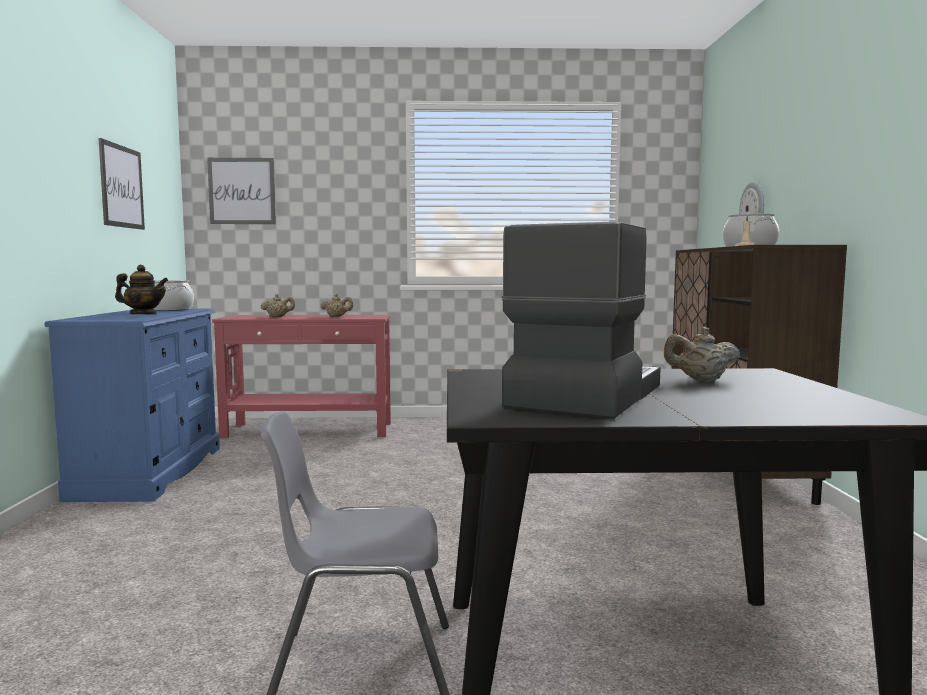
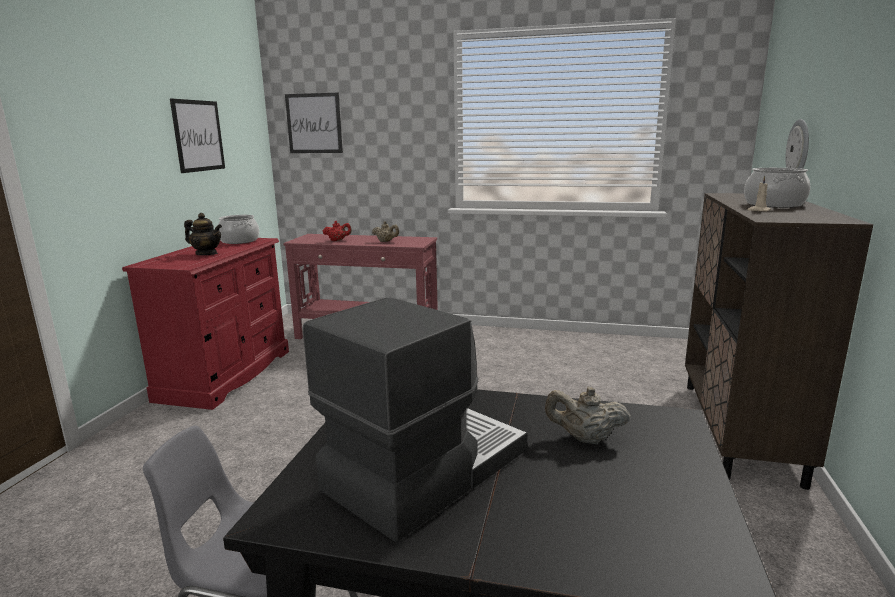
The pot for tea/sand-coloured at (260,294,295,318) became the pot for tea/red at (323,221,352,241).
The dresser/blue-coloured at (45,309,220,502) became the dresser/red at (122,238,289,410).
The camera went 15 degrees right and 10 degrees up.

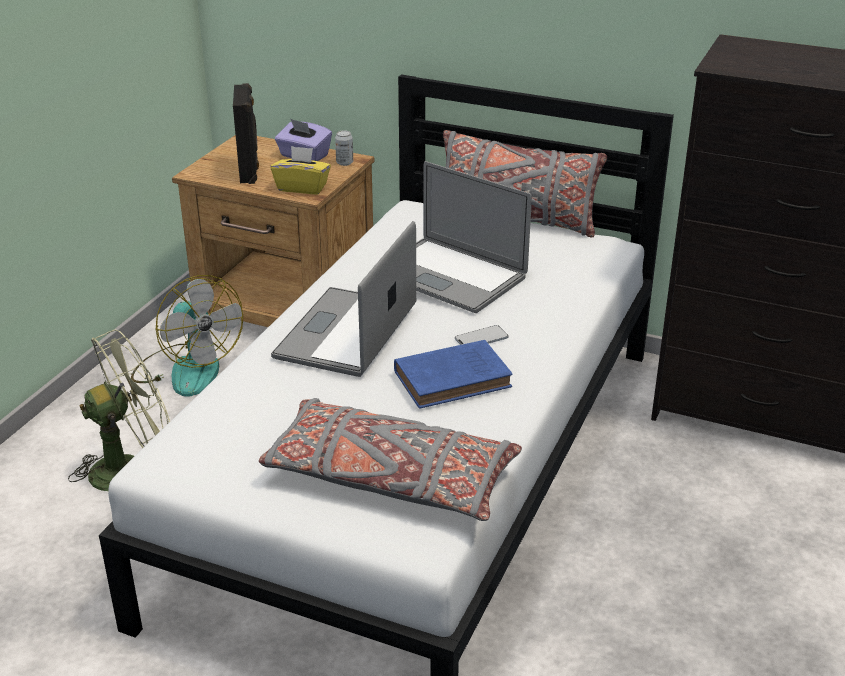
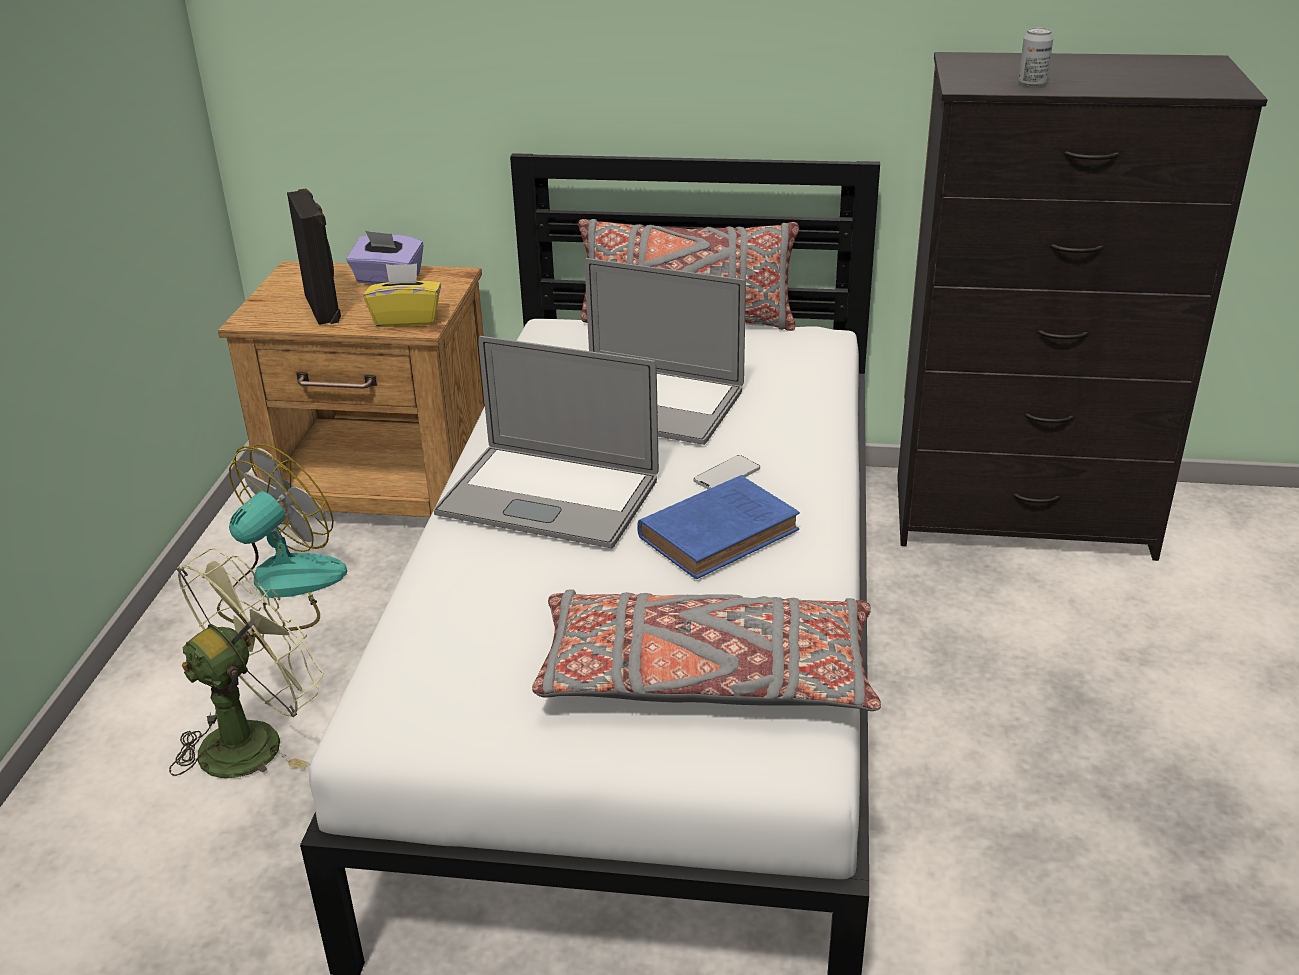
The can moved from (335,131,353,166) to (1018,28,1053,87).
The portable computer at (271,221,416,377) turned 75 degrees counterclockwise.
The fan at (131,275,243,397) turned 90 degrees counterclockwise.
The camera went 15 degrees left and 0 degrees up.

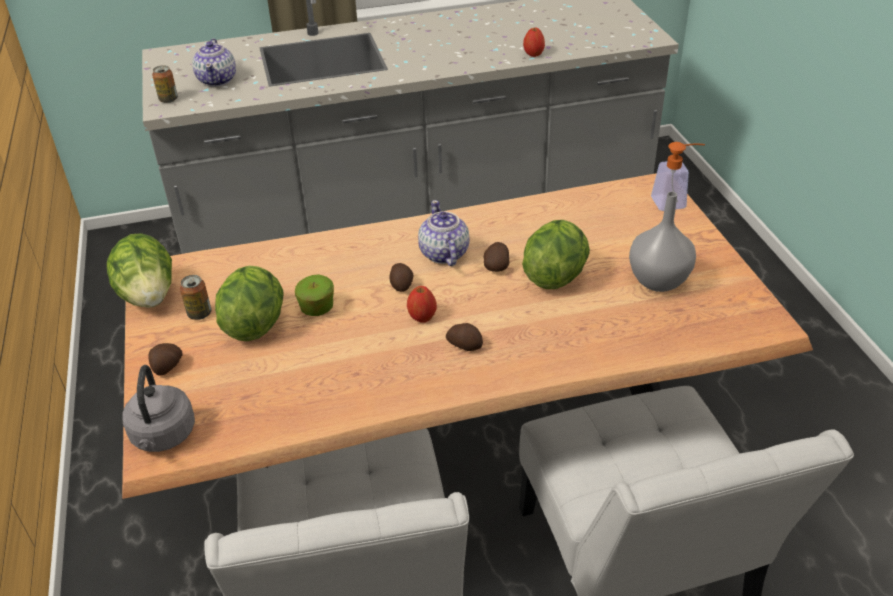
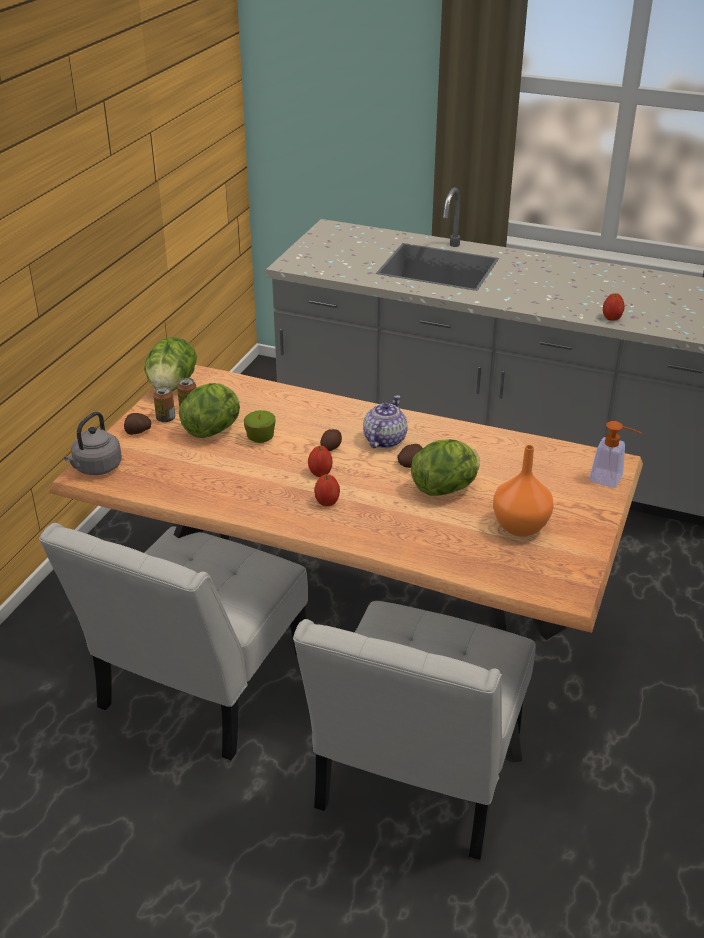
The pot for tea at (192,38,236,87) disappeared.
The can moved from (152,65,178,103) to (153,386,175,423).
The flower vase/grey at (629,192,696,292) became the flower vase/orange at (493,445,553,537).
The whole potato at (446,323,483,351) was replaced by the apple fruit at (314,474,340,506).
The camera went 35 degrees right and 5 degrees down.

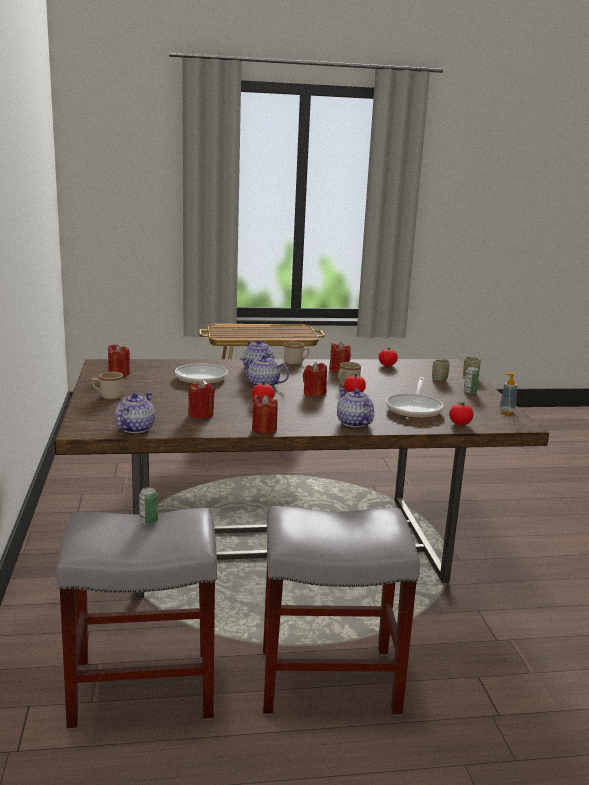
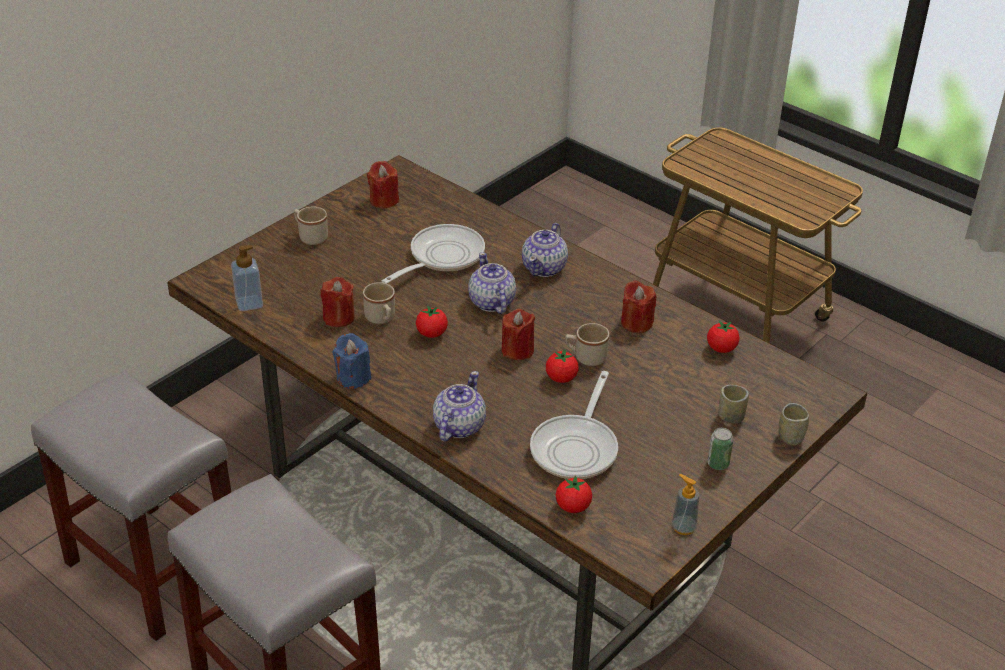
The tea mug/sand-coloured moved from (284,341,310,364) to (363,282,395,324).
The pan at (386,377,444,418) turned 45 degrees counterclockwise.
The pot for tea at (115,392,155,433) was replaced by the soap dispenser at (231,245,263,311).
The wax light/red at (252,395,278,434) became the wax light/blue-coloured at (333,333,371,389).
The can at (139,487,158,525) disappeared.
The camera went 50 degrees right and 20 degrees up.

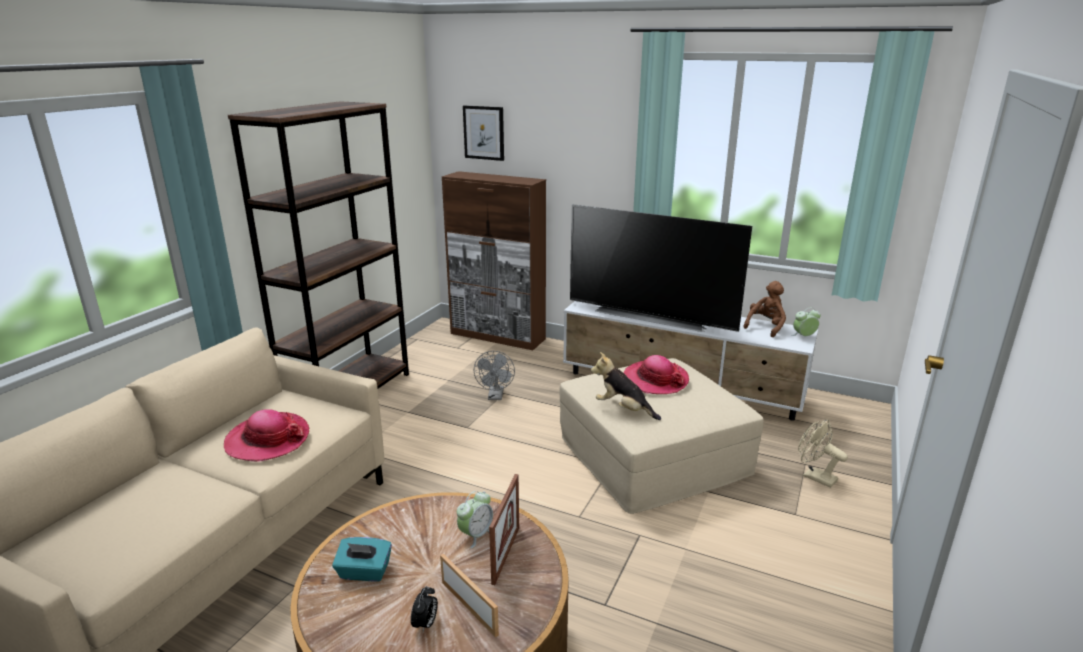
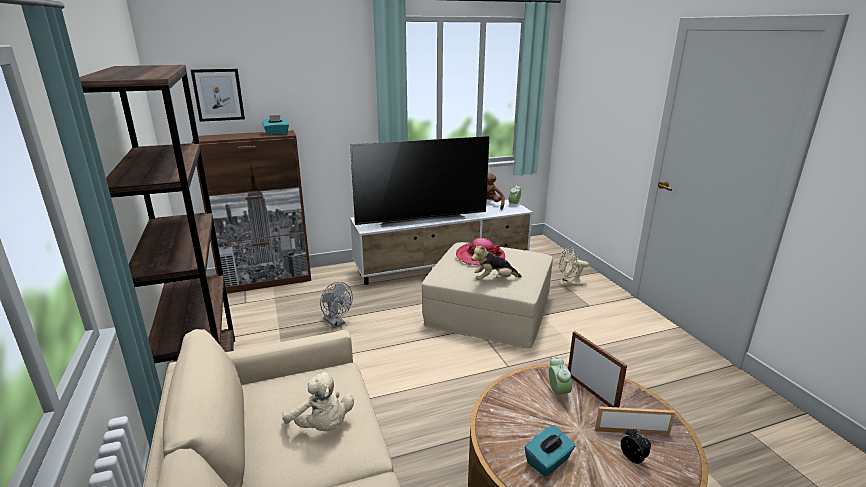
The wearable hat at (224,409,309,462) was replaced by the cuddly toy/sand-coloured at (282,371,354,431).
The tissue holder/turquoise at (262,115,289,135) appeared.
The camera went 45 degrees left and 0 degrees up.

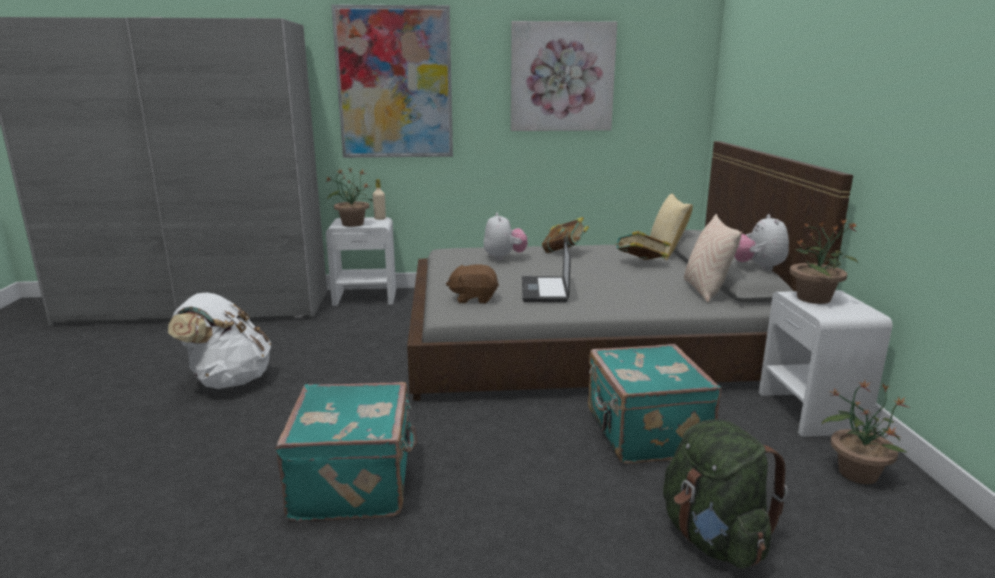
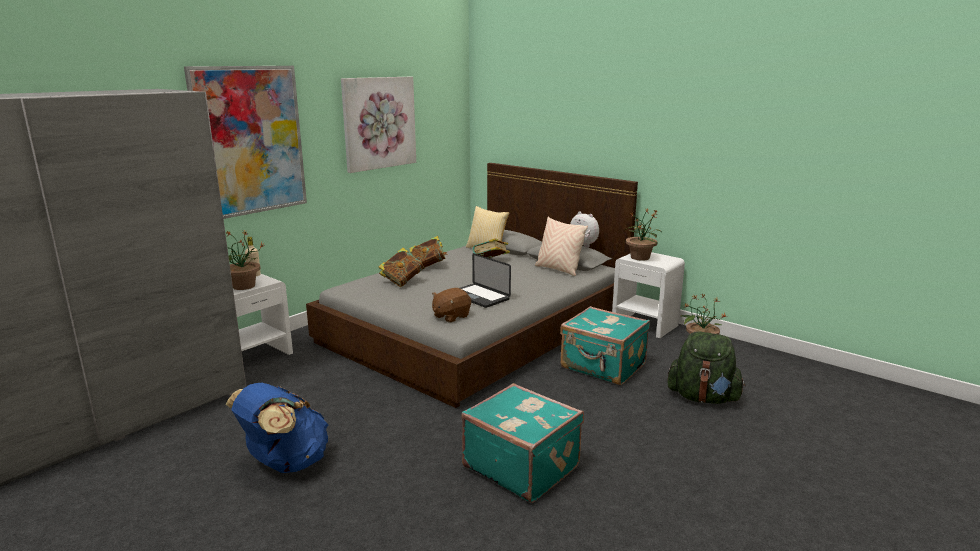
The cuddly toy at (483,213,528,260) was replaced by the volume at (378,248,423,287).
The backpack/white-coloured at (168,293,271,389) became the backpack/blue-coloured at (226,383,328,473).
The camera went 45 degrees left and 0 degrees up.

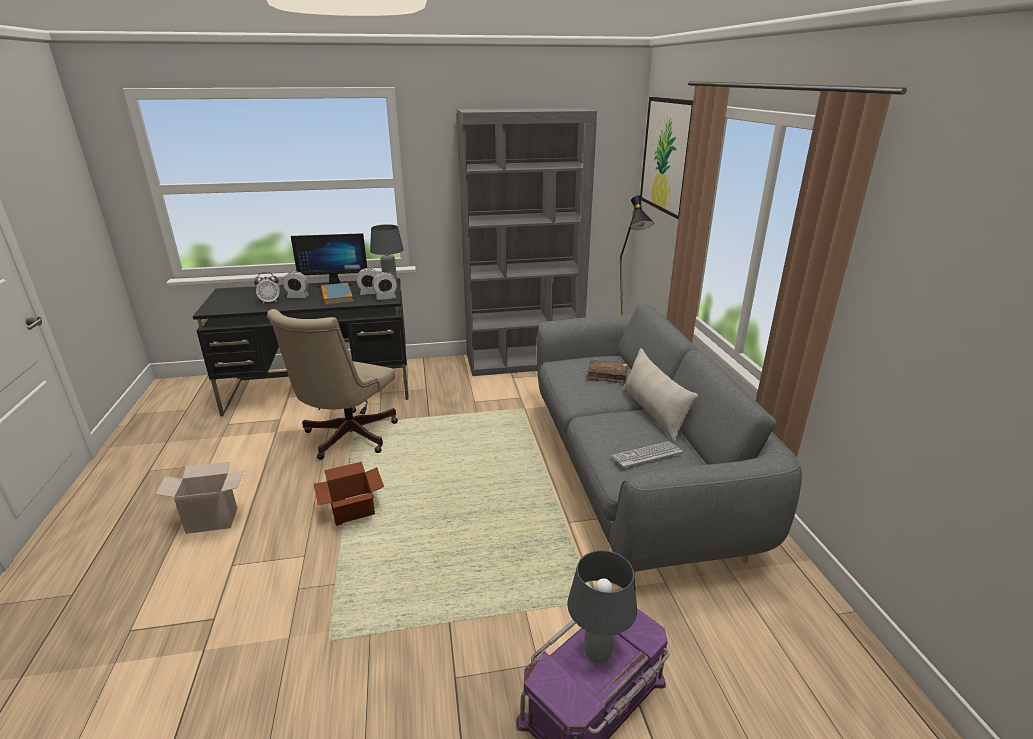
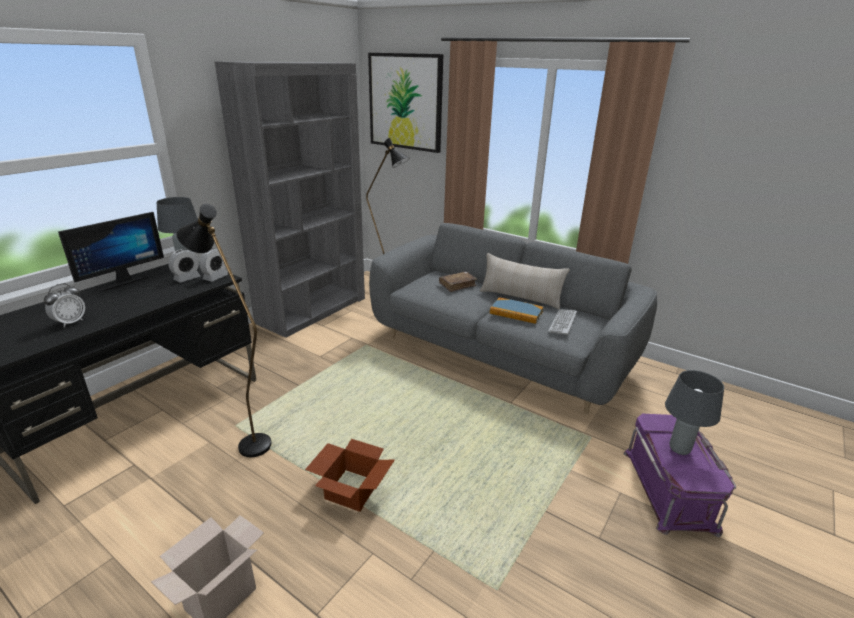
The bedside clock at (283,271,309,298) disappeared.
The volume moved from (321,283,353,305) to (490,297,543,324).
The office chair/sand-coloured at (267,309,398,460) was replaced by the standard lamp/black at (176,204,271,457).
The camera went 45 degrees left and 0 degrees up.

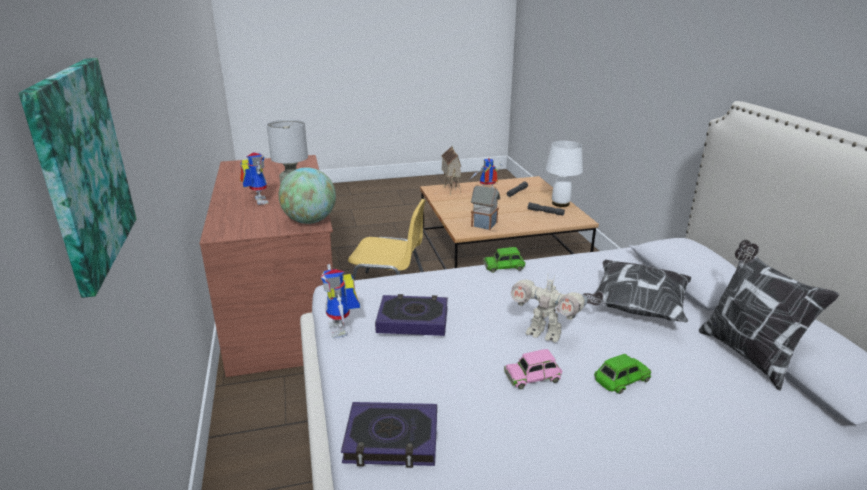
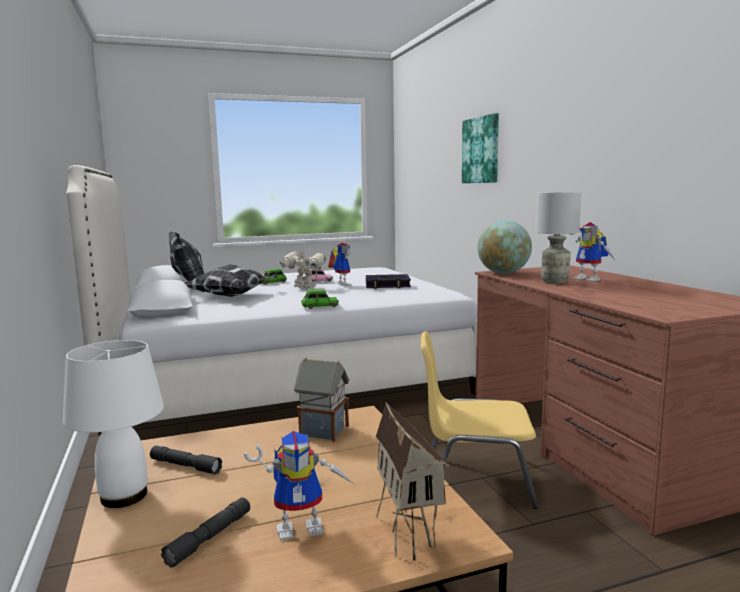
The model robot moved from (321,264,360,338) to (328,243,351,286).
The volume at (341,402,437,468) disappeared.
The camera went 175 degrees right and 15 degrees down.

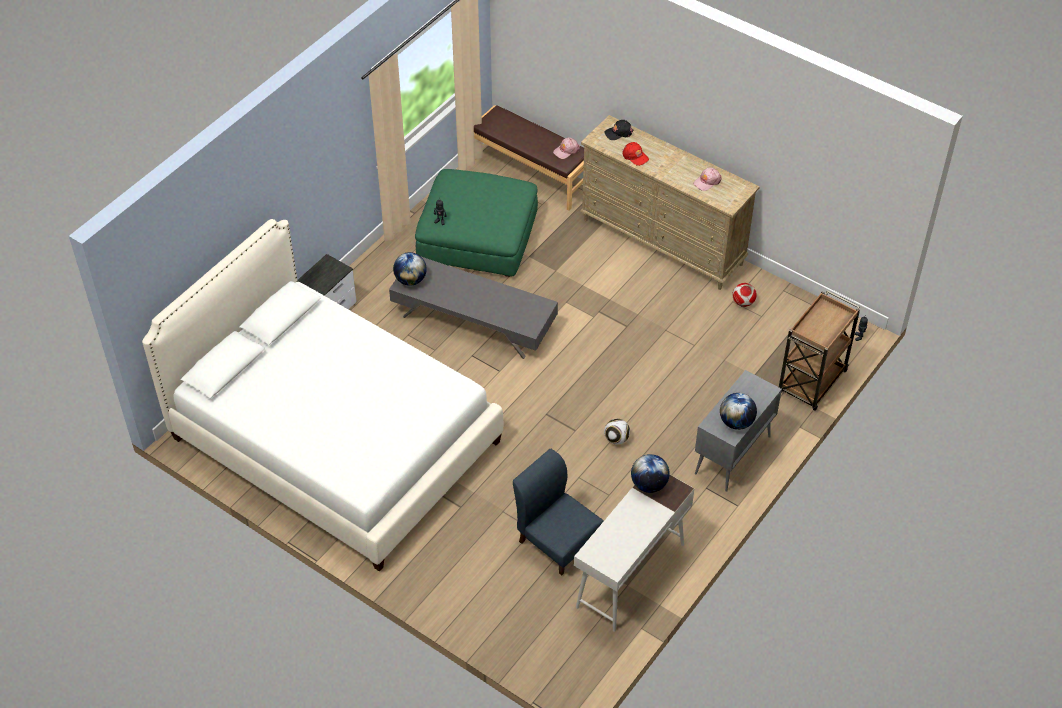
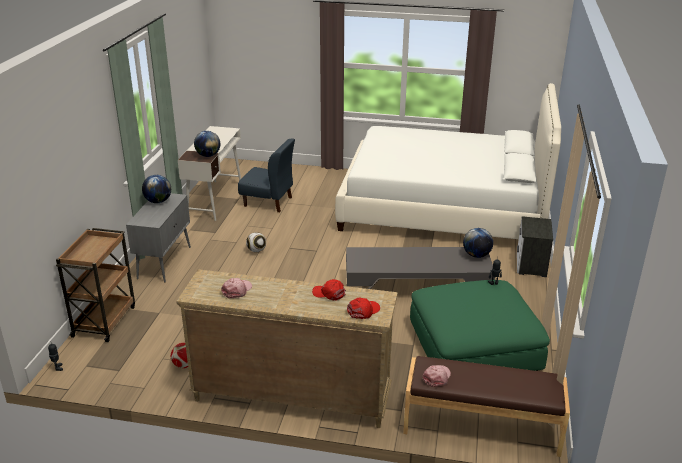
The cap/black at (604,120,633,140) became the cap/red at (347,298,380,319).
The camera went 155 degrees right and 20 degrees down.

